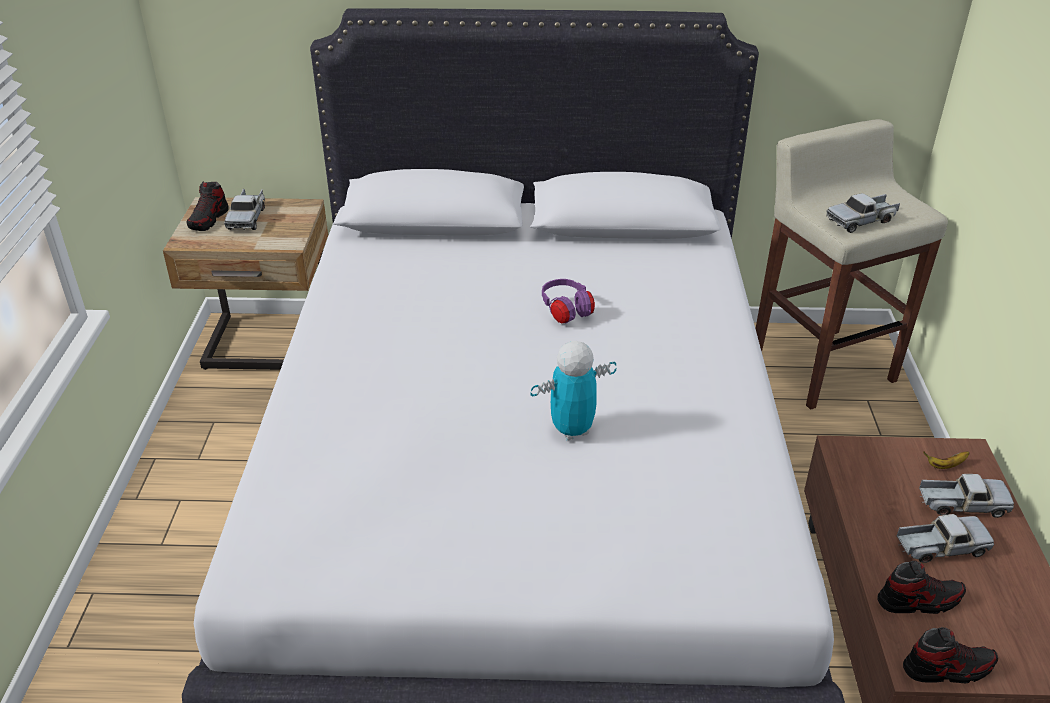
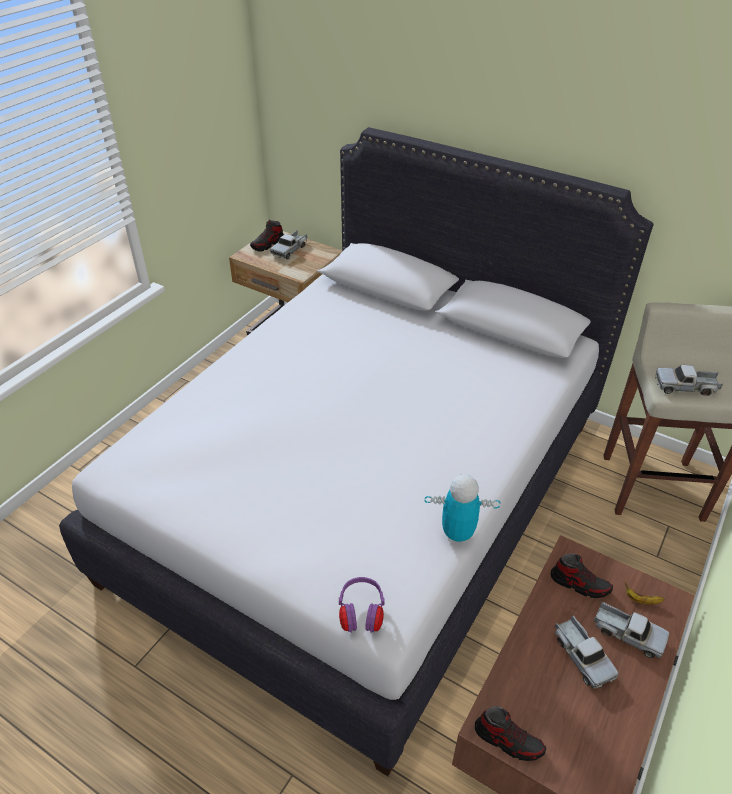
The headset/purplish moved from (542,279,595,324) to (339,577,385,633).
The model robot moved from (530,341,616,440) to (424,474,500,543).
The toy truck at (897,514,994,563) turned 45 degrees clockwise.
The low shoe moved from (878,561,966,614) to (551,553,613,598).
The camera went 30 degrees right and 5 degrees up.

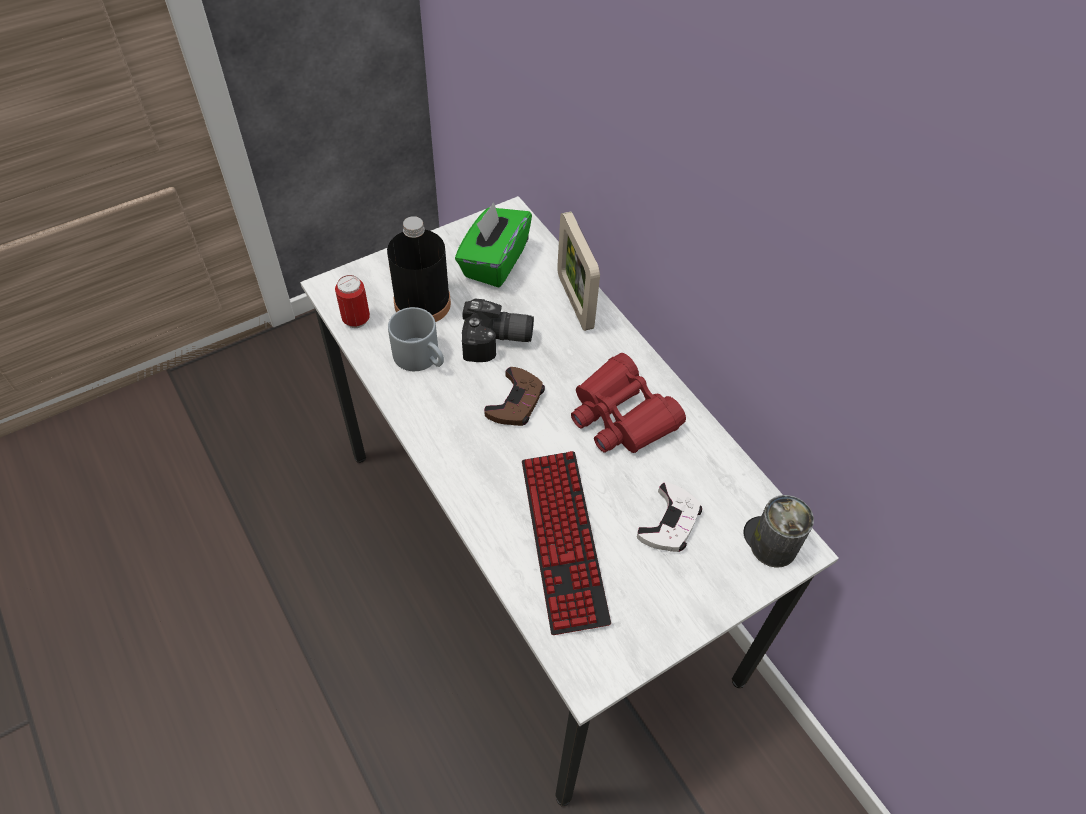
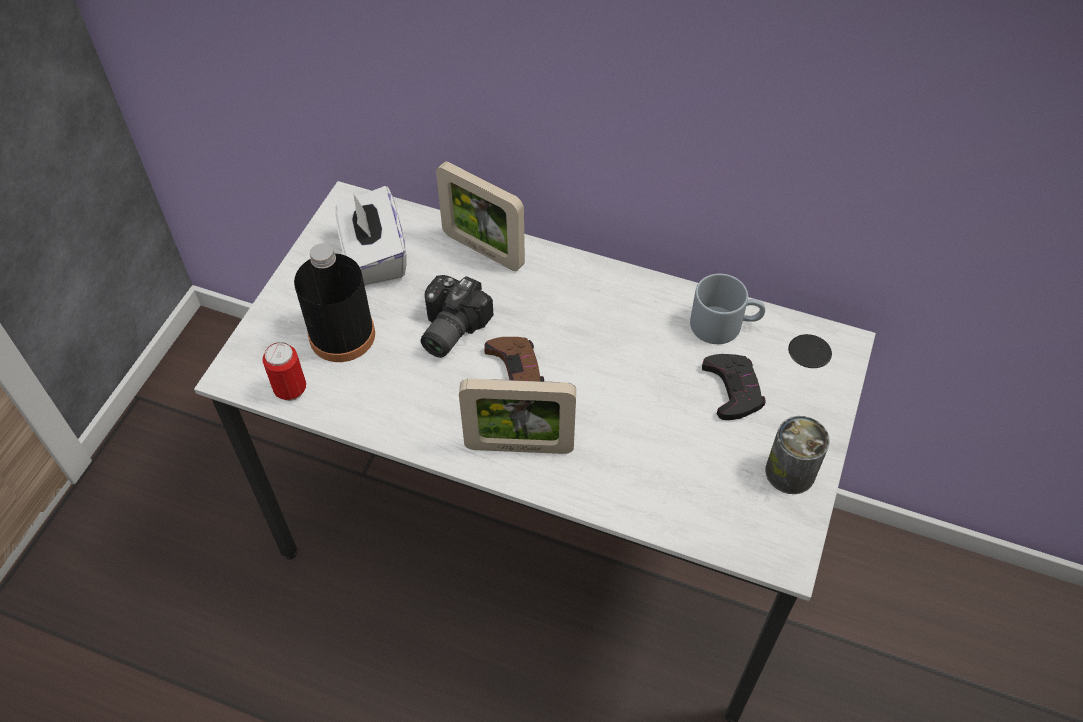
The tissue holder/green at (455,202,532,288) became the tissue holder/white-coloured at (335,186,406,285).
The photo camera at (462,299,534,362) turned 150 degrees clockwise.
The tea mug/grey moved from (388,307,444,371) to (690,274,765,344).
The pair of binoculars/red at (571,353,686,453) disappeared.
The keyboard at (522,451,611,635) disappeared.
The gamepad/white-coloured at (637,482,702,552) became the gamepad/black at (702,354,766,420).
The can moved from (750,495,814,568) to (765,416,830,494).
The picture frame at (459,379,576,454) appeared.
The camera went 35 degrees left and 0 degrees up.

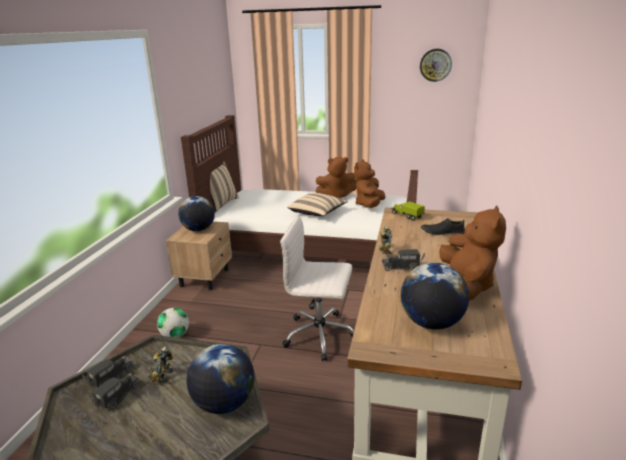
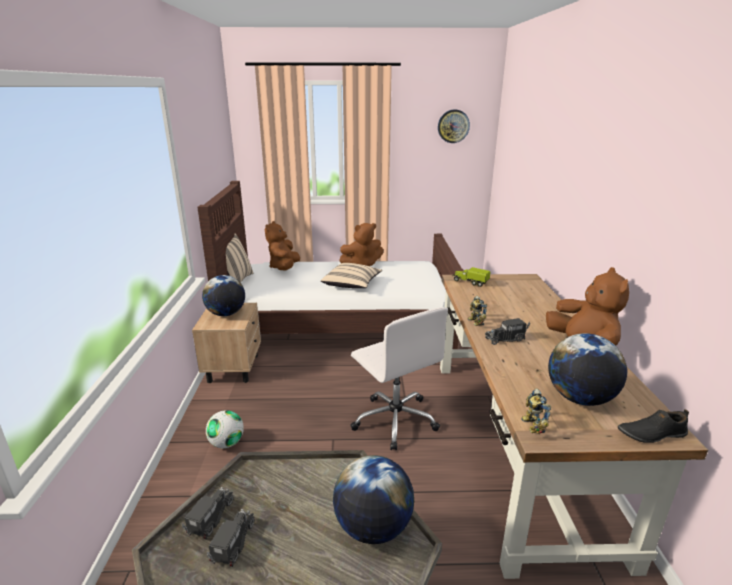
The cuddly toy/brownish moved from (354,159,385,208) to (265,221,300,270).
The office chair/white-coloured at (280,216,354,362) turned 120 degrees counterclockwise.
The low shoe/black moved from (421,218,465,235) to (618,409,689,443).
The model robot moved from (147,346,173,382) to (521,388,551,434).
The camera went 15 degrees left and 0 degrees up.

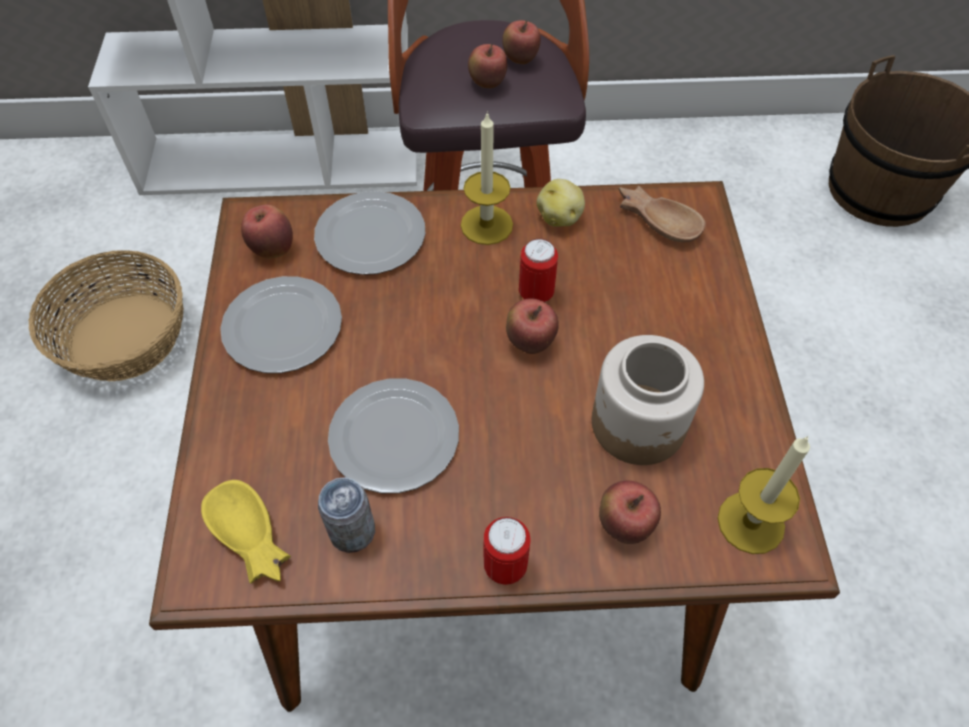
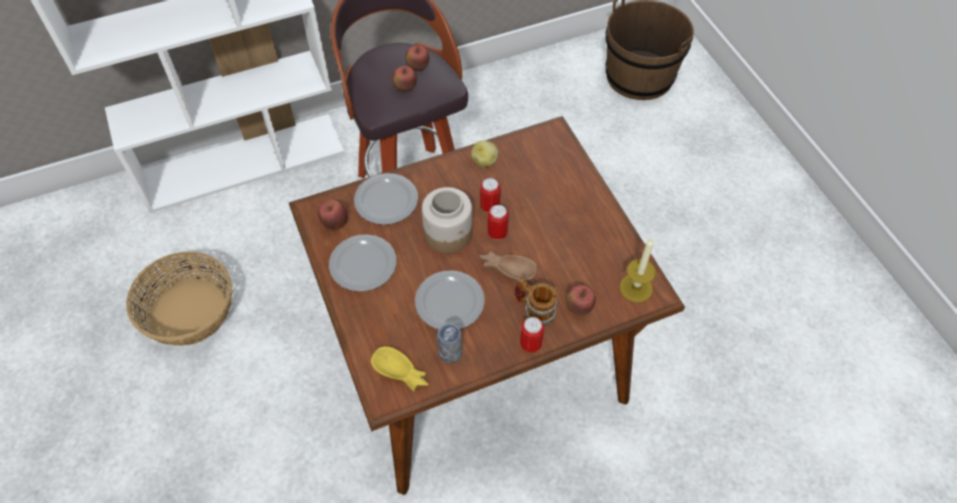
The wax light at (461,111,513,245) disappeared.
The bowl/brownish moved from (619,186,706,242) to (479,250,537,281).
The apple fruit at (506,299,559,354) was replaced by the can at (488,205,509,240).
The jar moved from (592,335,704,465) to (422,187,472,253).
The tea mug at (514,278,557,326) appeared.
The camera went 20 degrees left and 0 degrees up.

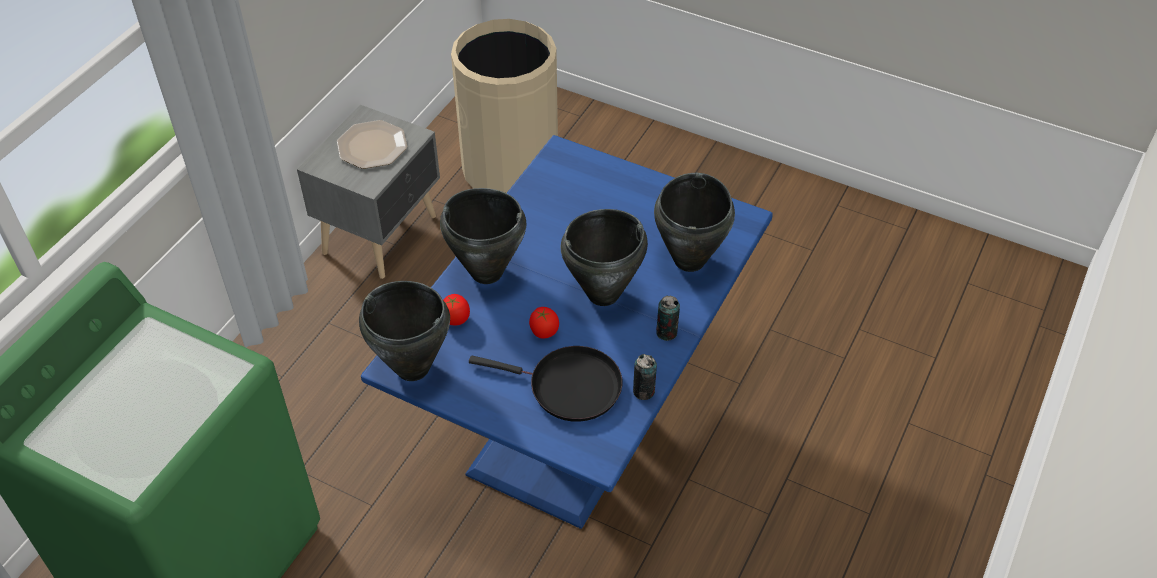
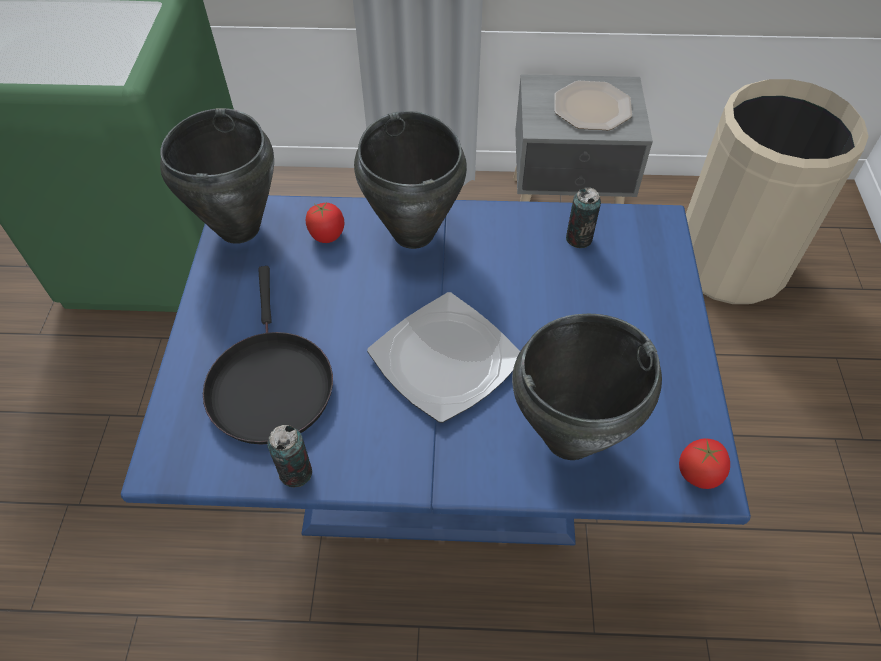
The stockpot/black at (561,209,648,306) was replaced by the plate at (367,292,520,423).
The can moved from (656,295,680,341) to (566,187,601,248).
The fresh tomato moved from (529,307,559,339) to (679,438,730,489).
The camera went 65 degrees right and 5 degrees up.

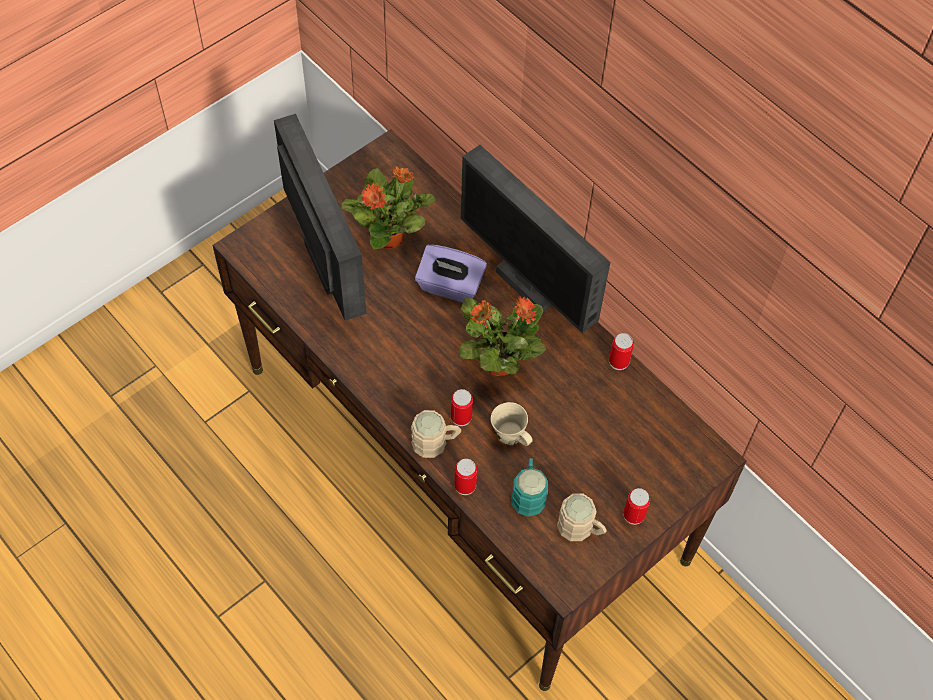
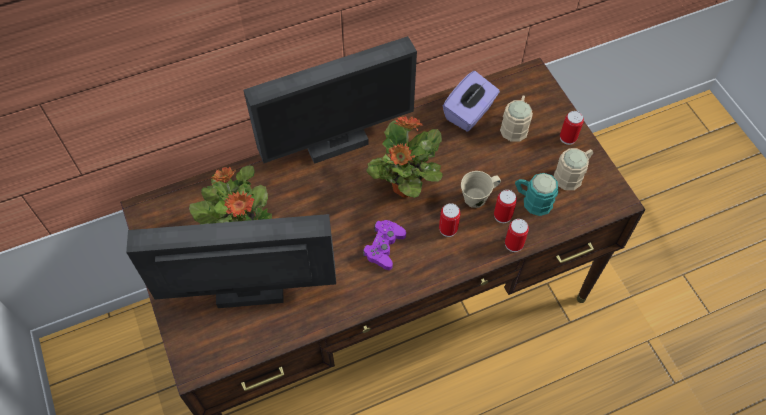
The tissue holder/purplish moved from (415,245,487,303) to (443,71,500,132).
The can moved from (609,333,634,370) to (494,190,517,223).
The tea mug/sand-coloured moved from (411,410,461,458) to (500,96,533,142).
The gamepad/purplish at (363,220,406,270) appeared.
The camera went 70 degrees left and 0 degrees up.

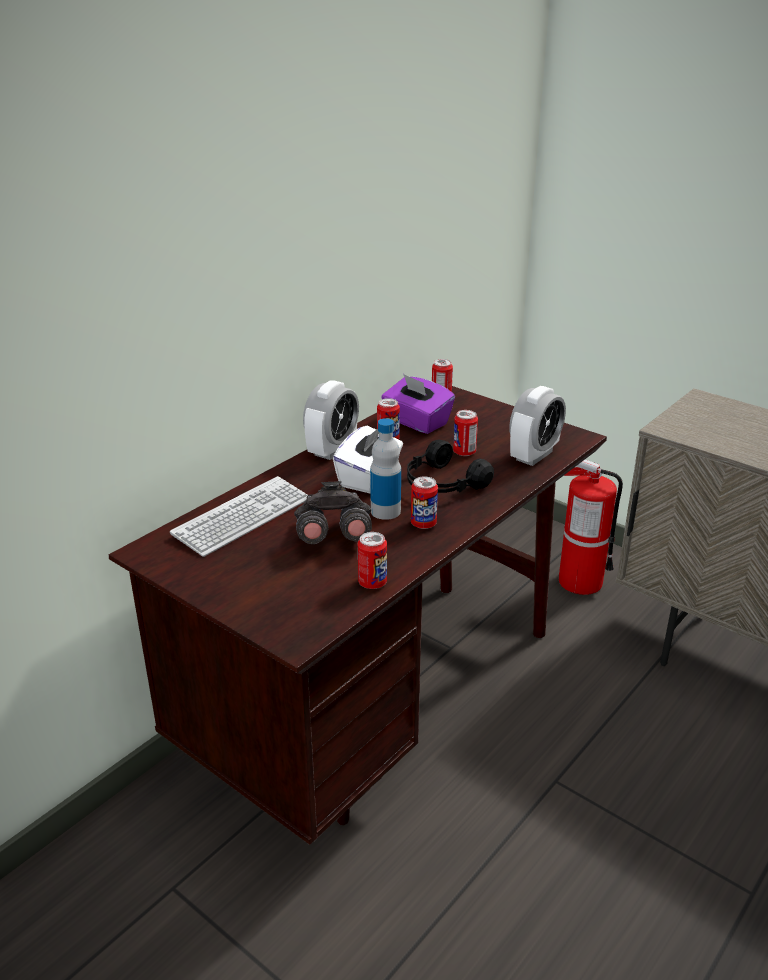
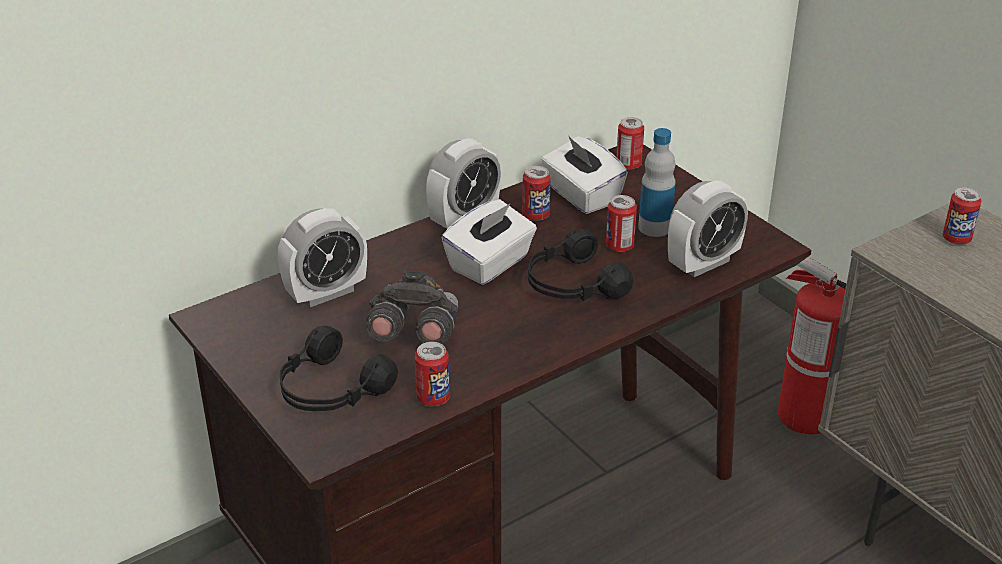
The tissue holder/purplish at (381,374,455,434) became the tissue holder/white-coloured at (542,136,628,214).
The bottle moved from (370,418,401,520) to (638,128,676,237).
The keyboard at (170,476,308,557) was replaced by the bedside clock at (278,208,367,307).
The can moved from (411,476,438,529) to (943,187,982,245).
The headset/black at (280,326,398,411) appeared.
The camera went 15 degrees right and 5 degrees up.

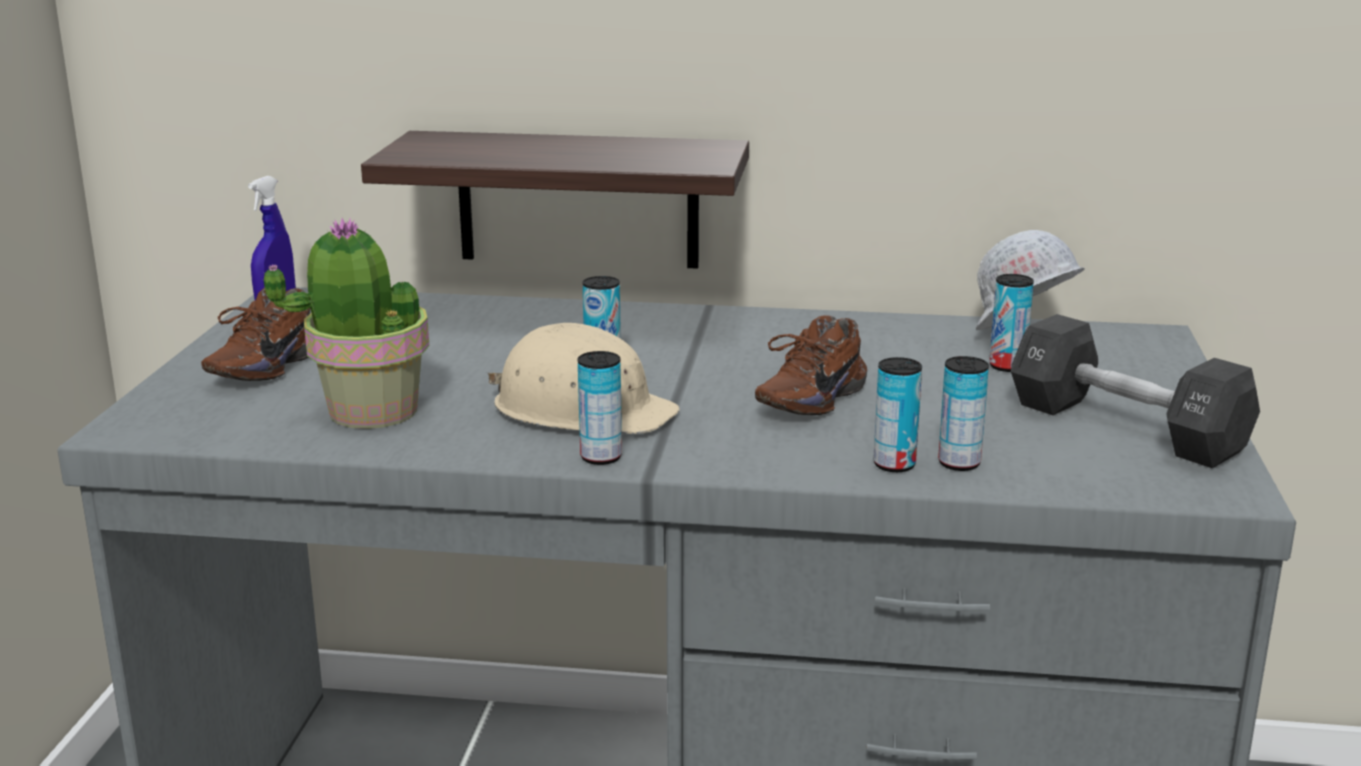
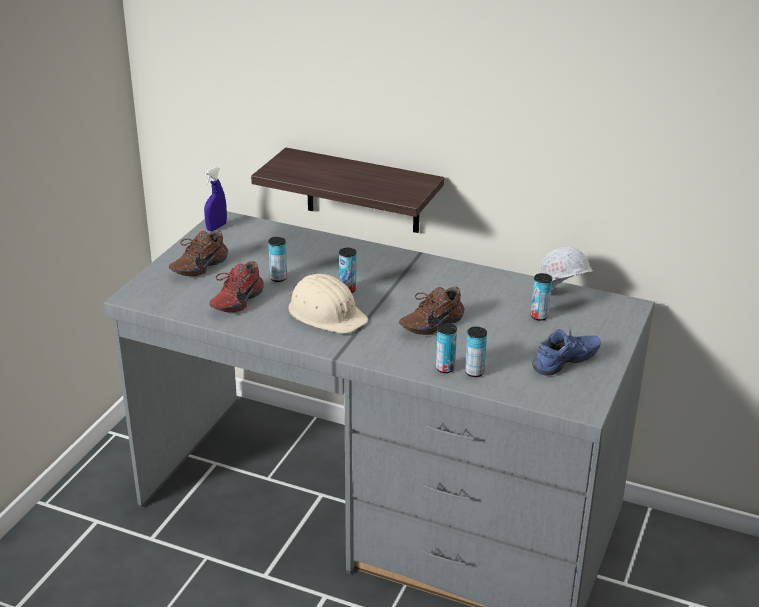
The potted plant at (264,218,429,429) was replaced by the low shoe/red at (209,261,264,312).
The hand weight/black at (1011,314,1260,468) was replaced by the low shoe/blue-coloured at (532,327,601,376).
The can moved from (578,351,622,465) to (268,237,287,282).
The camera went 15 degrees right and 10 degrees up.

